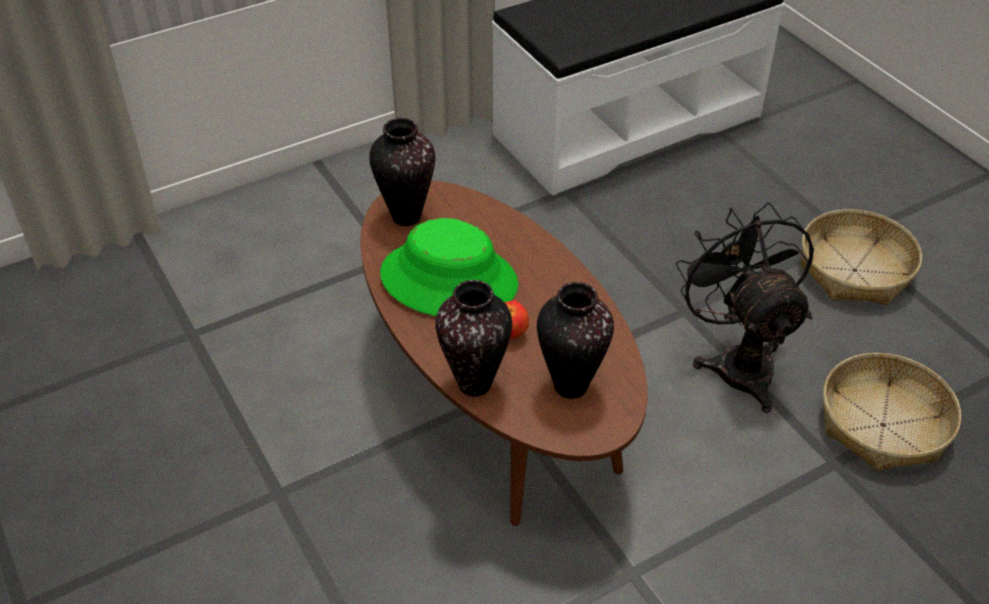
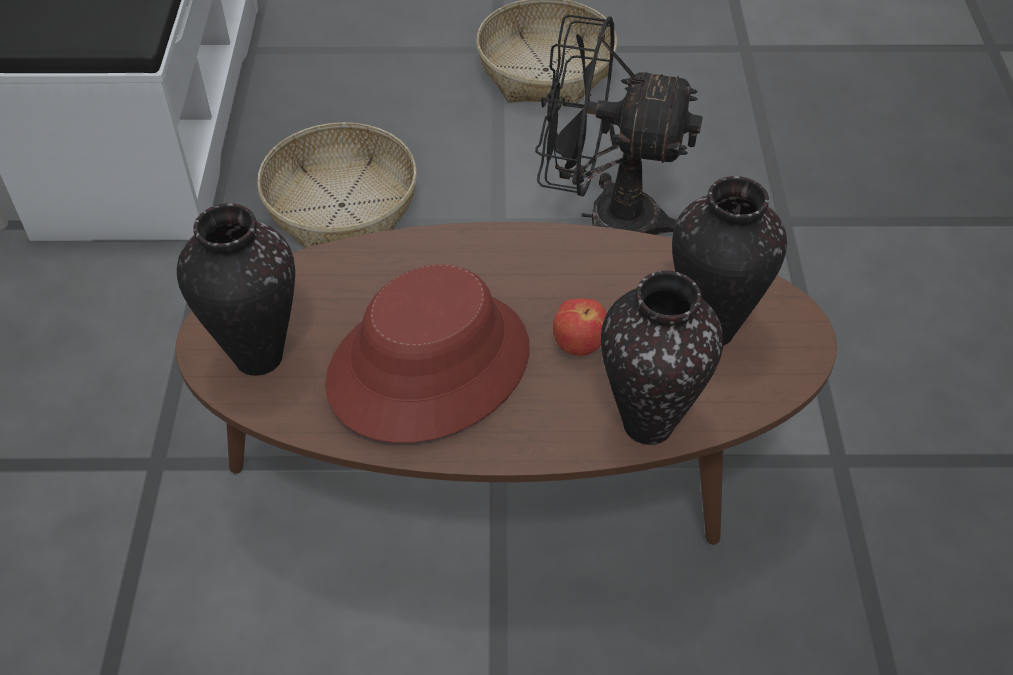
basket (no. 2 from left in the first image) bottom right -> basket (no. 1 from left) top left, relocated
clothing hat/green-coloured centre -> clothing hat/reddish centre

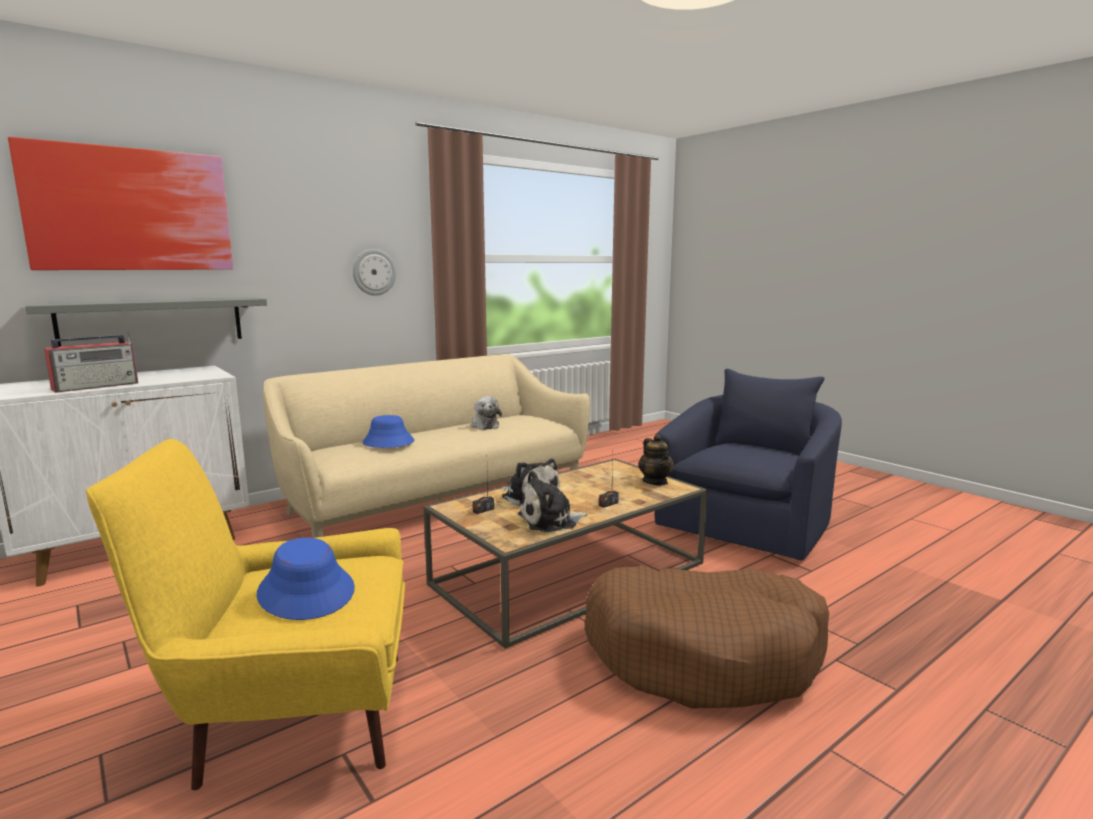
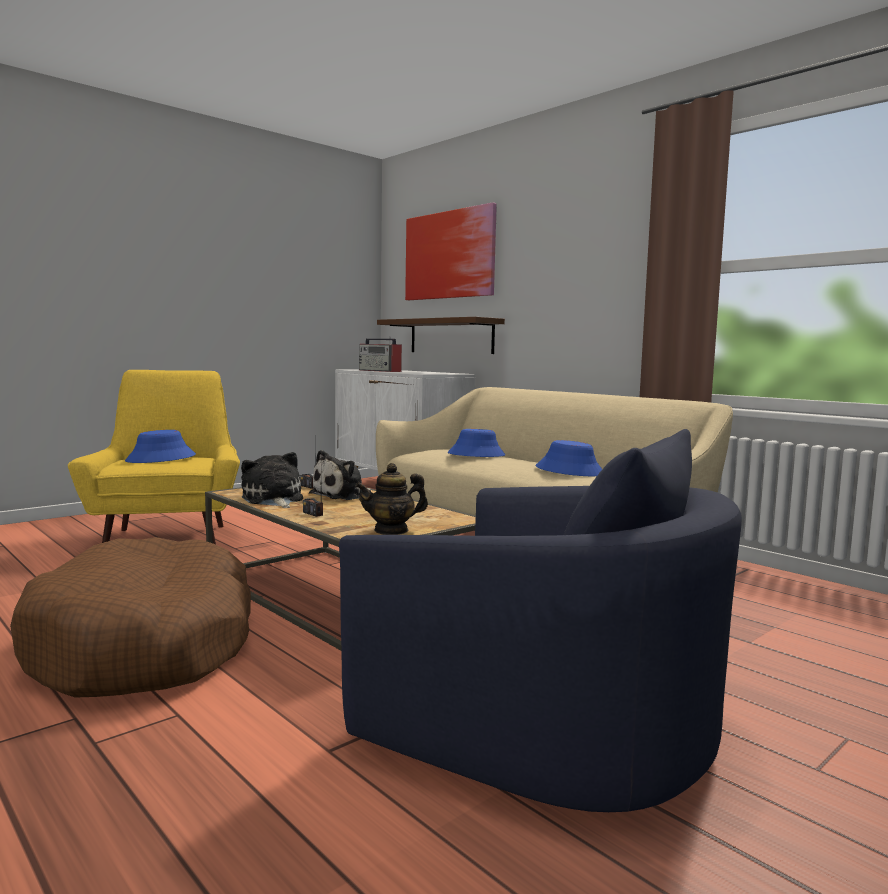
wall shelf/greyish middle left -> wall shelf/brownish centre
soft toy (no. 1 from left) centre -> clothing hat/blue (no. 3 from left) centre
wall clock top centre -> none

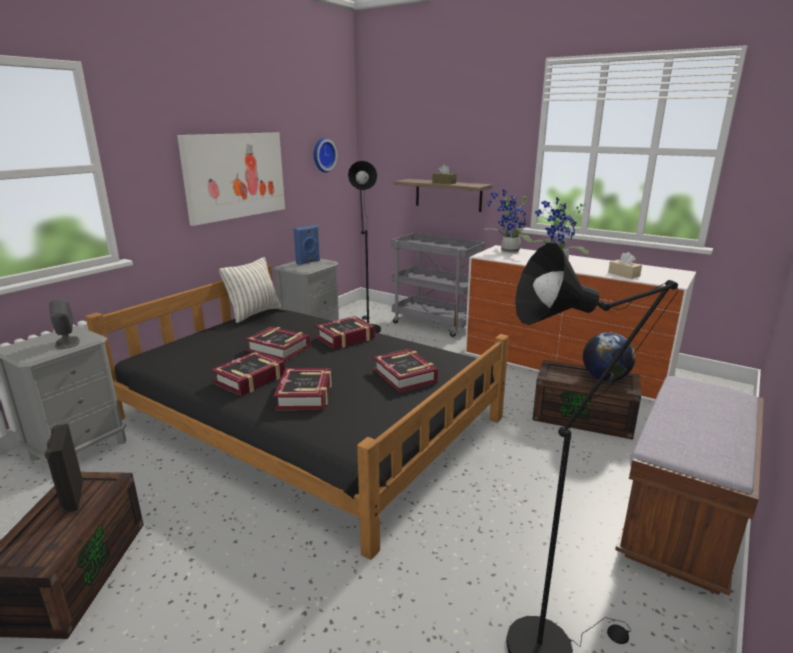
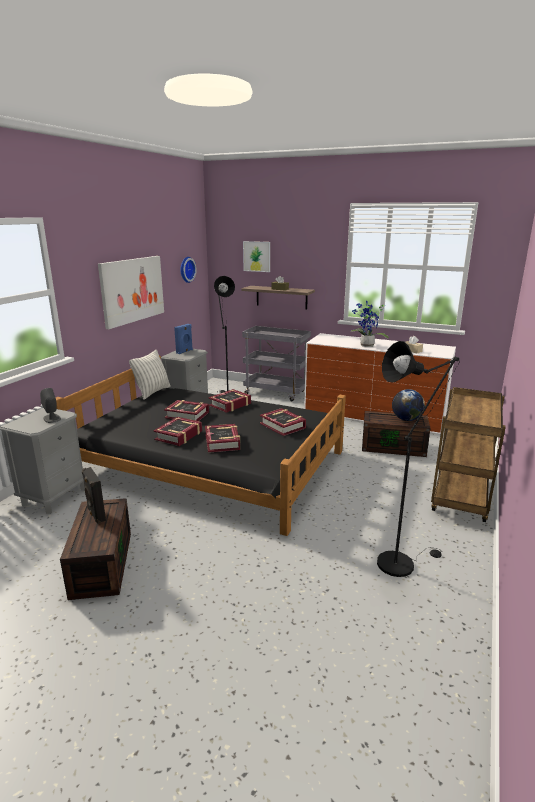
none -> wall picture (no. 2 from left) top centre
indoor bench/brownish bottom right -> trolley/brownish middle right
potted plant (no. 1 from left) centre -> none

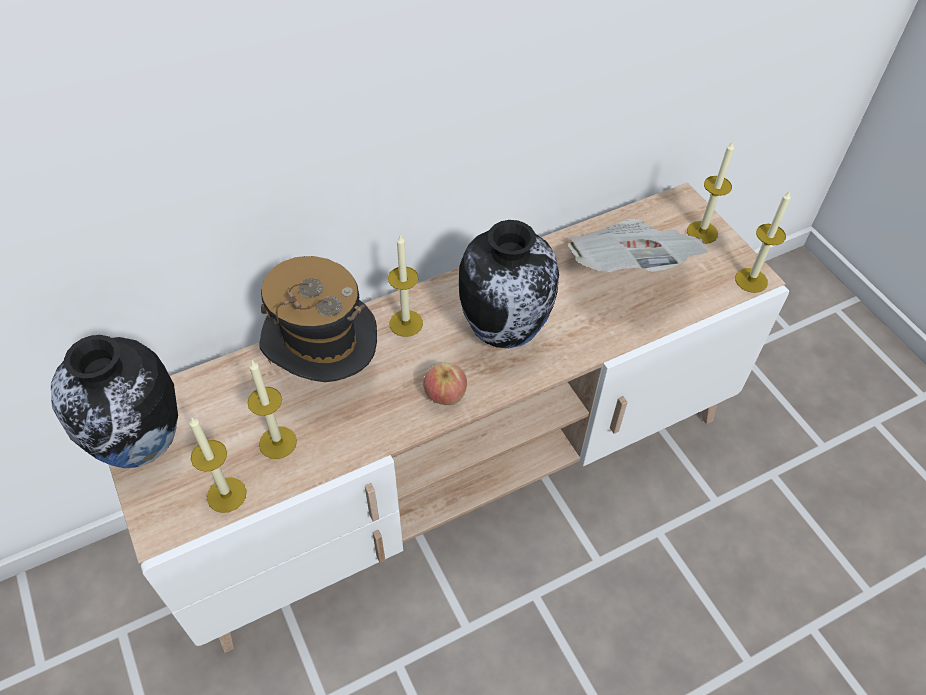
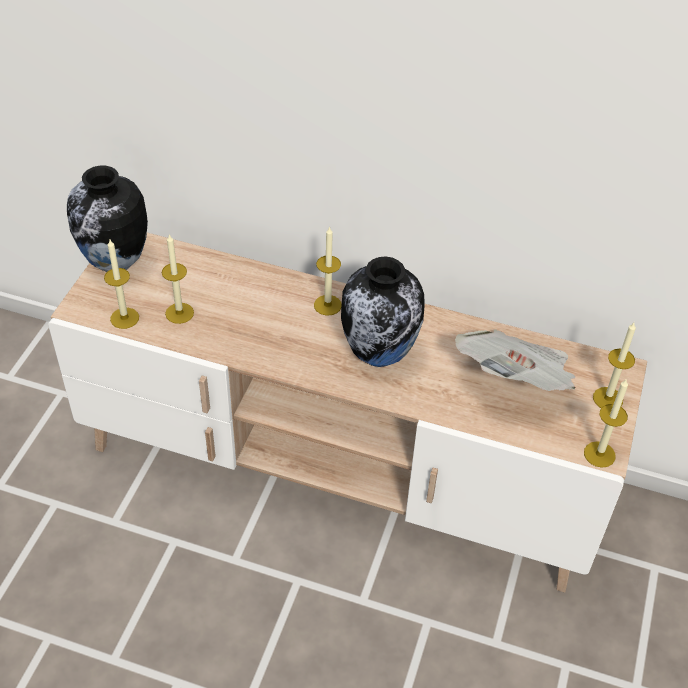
clothing hat centre -> none
whole apple centre -> none

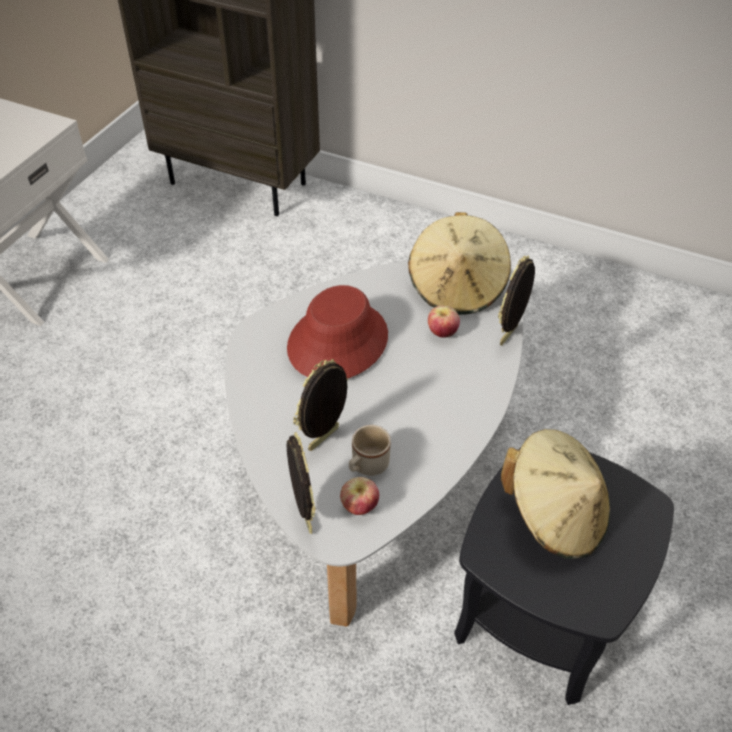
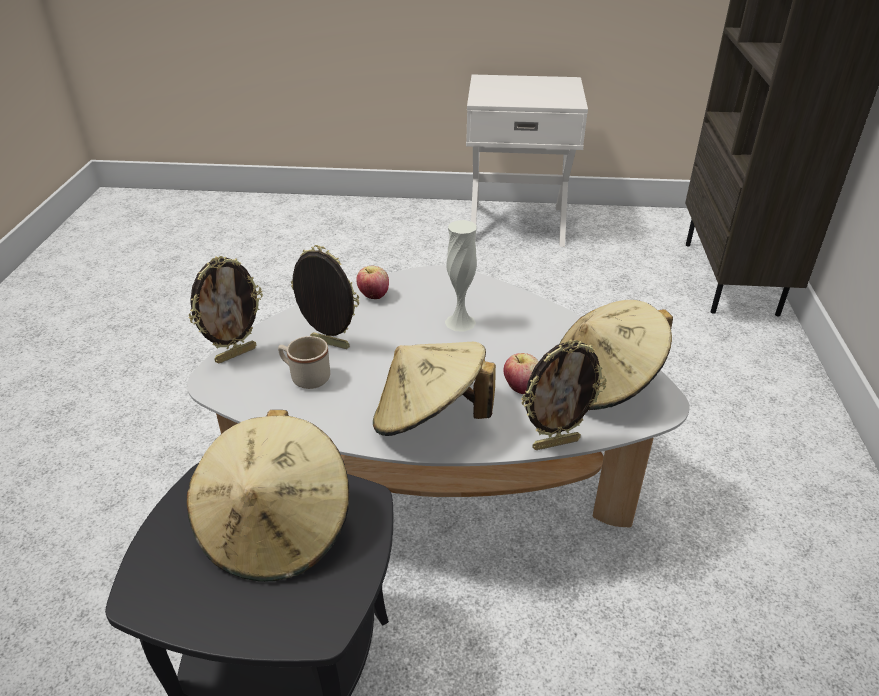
whole apple (no. 1 from left) bottom centre -> whole apple (no. 1 from left) centre, relocated
none -> clothing hat/beige-coloured (no. 2 from left) centre
clothing hat/reddish centre -> vase/whitish centre
standing frame (no. 3 from left) middle right -> standing frame (no. 3 from left) centre, 150 degrees clockwise

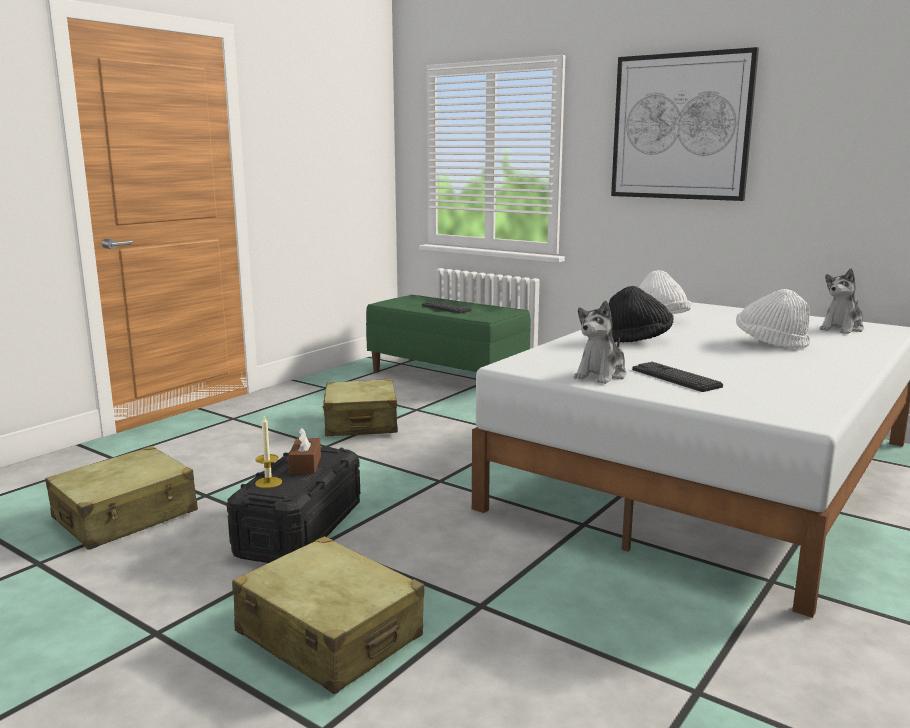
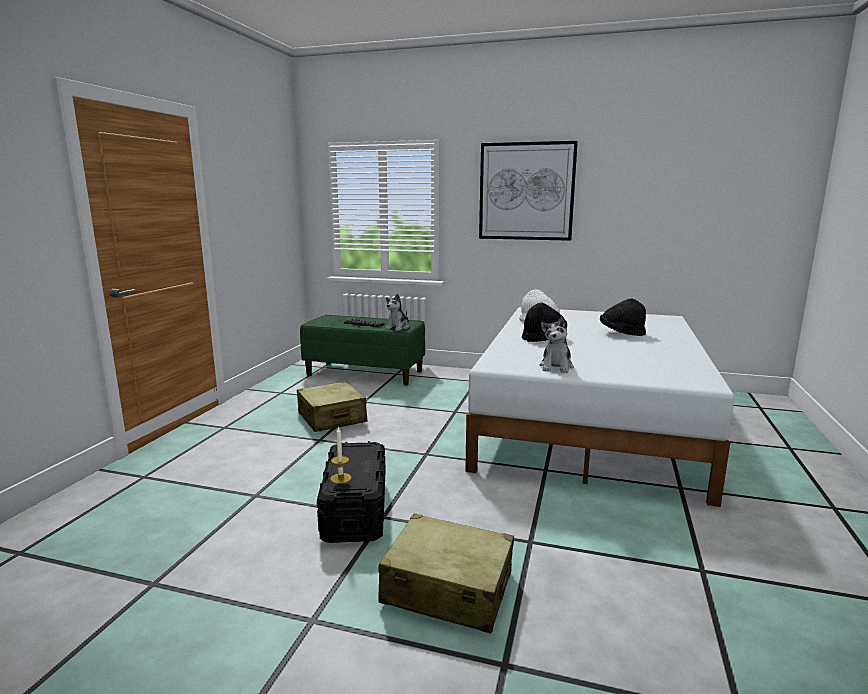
soft toy (no. 2 from left in the first image) middle right -> soft toy (no. 1 from left) centre, relocated
clothing hat/whitish (no. 2 from left) middle right -> clothing hat/blackish (no. 2 from left) middle right
travel case/beige-coloured (no. 1 from left) bottom left -> none
tissue box/brownish centre -> none
computer keyboard (no. 2 from left) middle right -> none

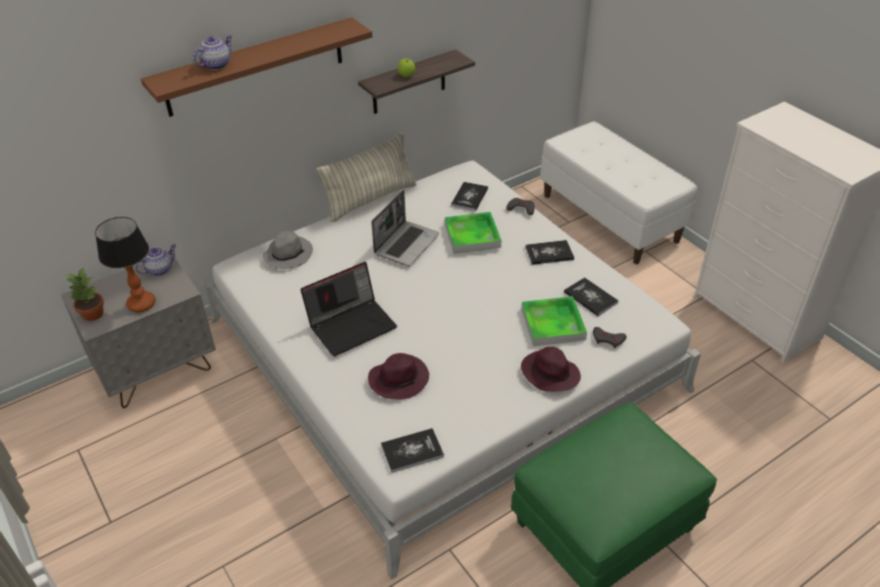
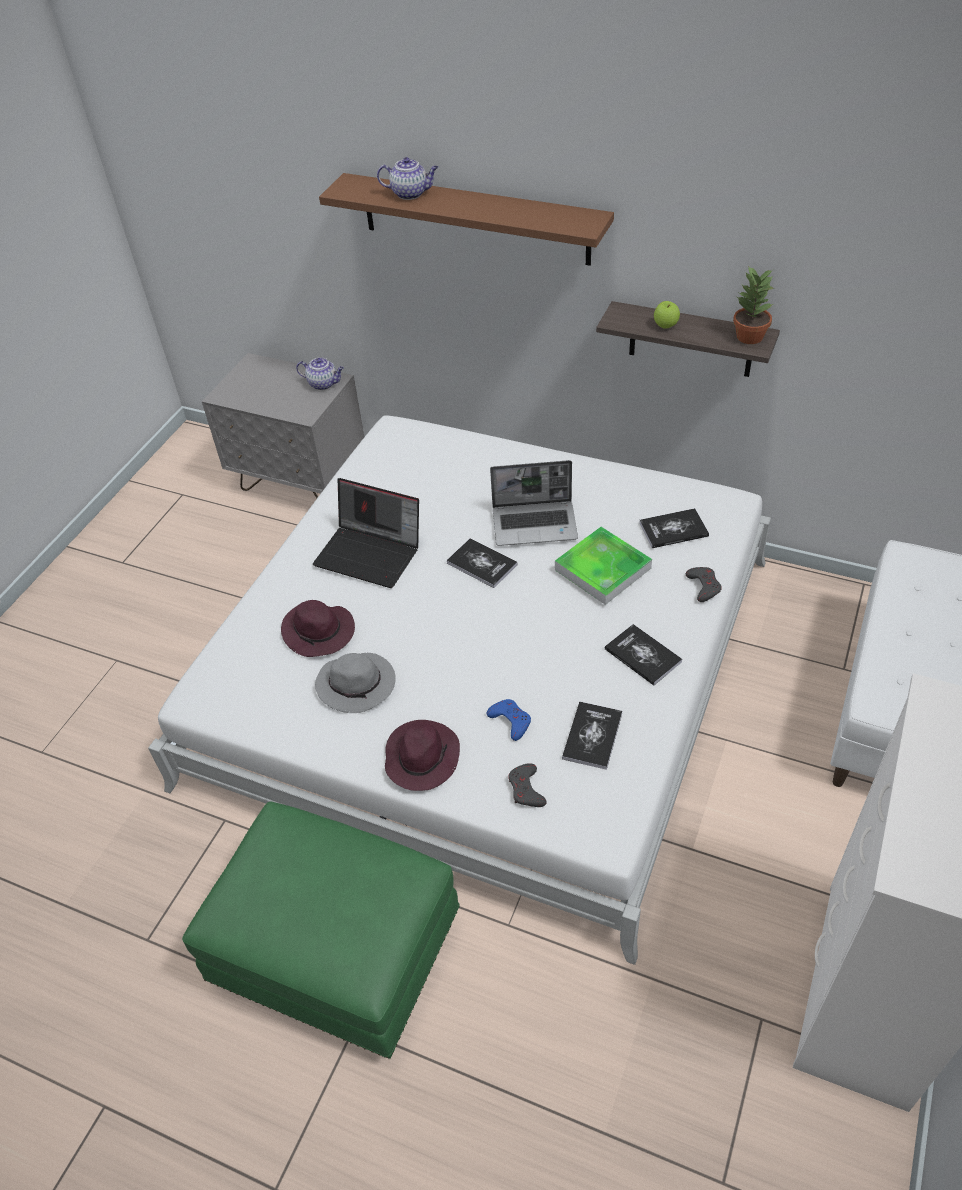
clothing hat/greyish middle left -> clothing hat/greyish centre, relocated
bound book (no. 1 from left) bottom centre -> bound book (no. 1 from left) centre, relocated
tray (no. 2 from left) centre -> joypad/blue centre
potted plant middle left -> potted plant top right, relocated
tabletop lamp middle left -> none
pillow top centre -> none

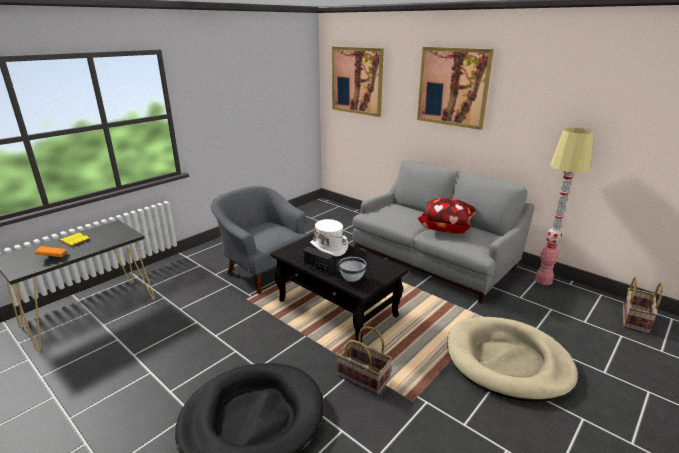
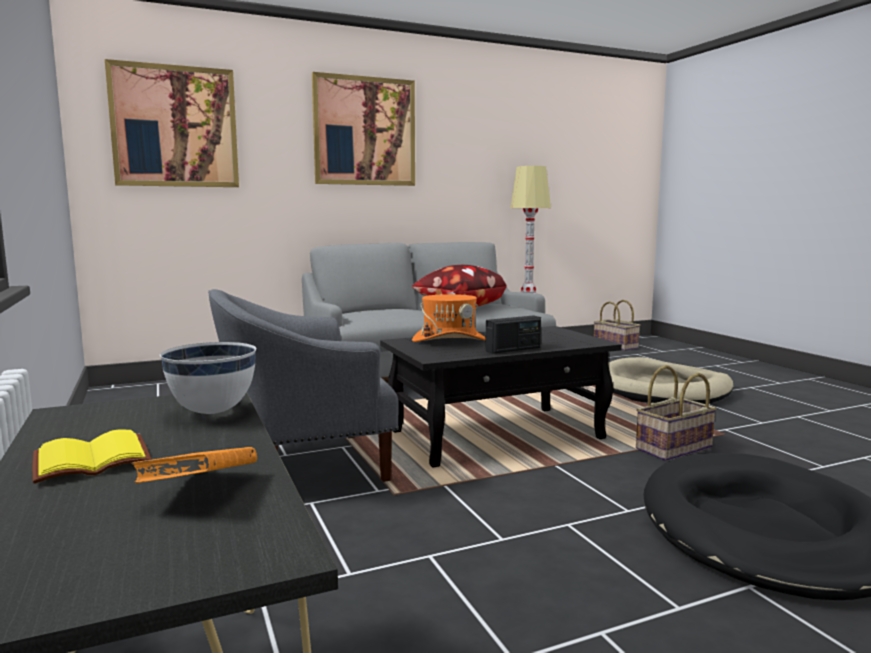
deep dish/whitish centre -> deep dish/whitish middle left, relocated
clothing hat/whitish centre -> clothing hat/orange-coloured centre

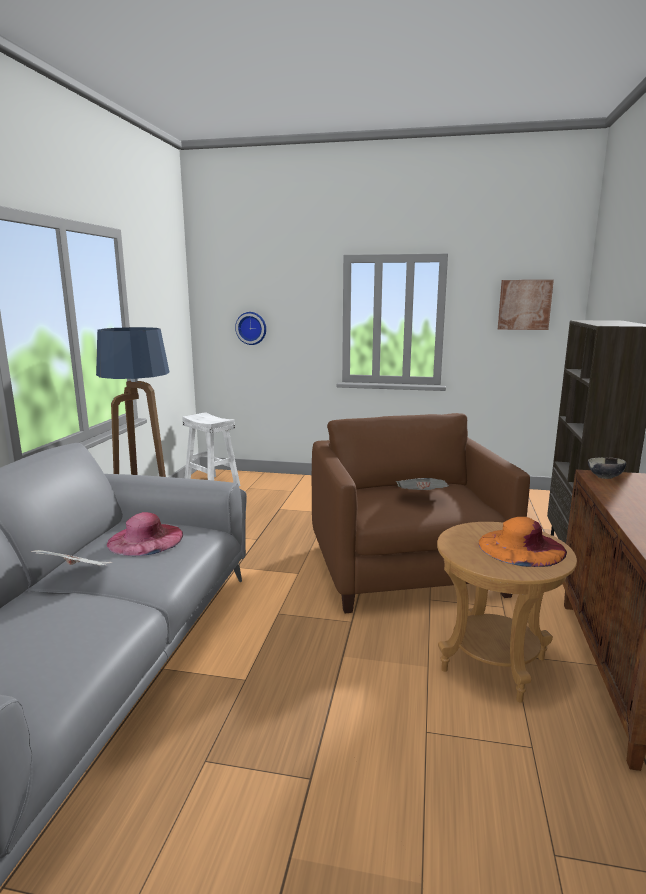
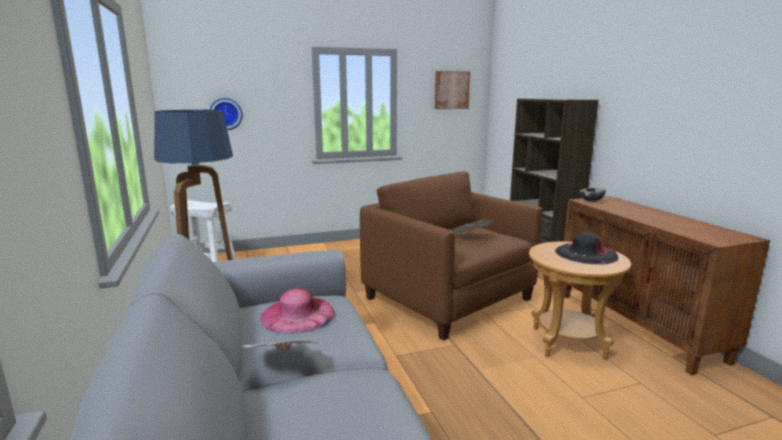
clothing hat/orange-coloured middle right -> clothing hat/blackish middle right

